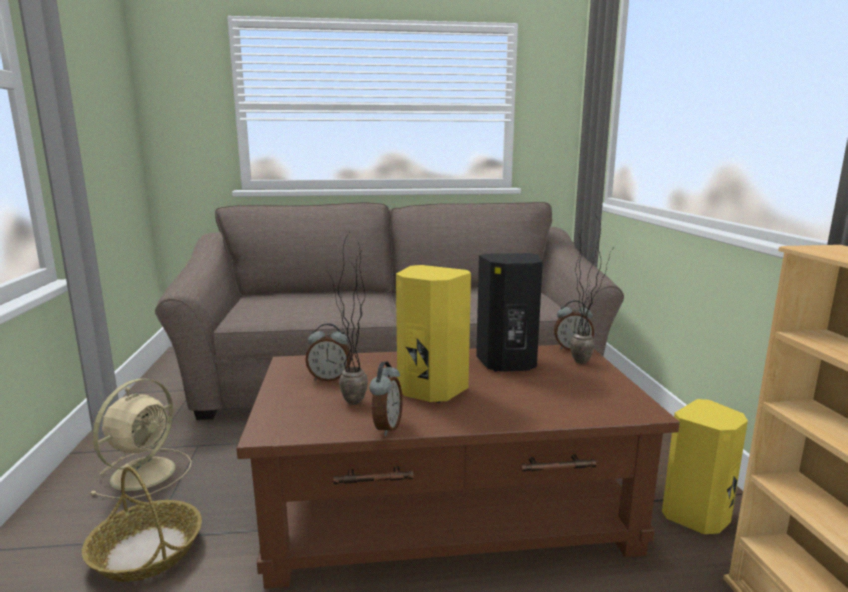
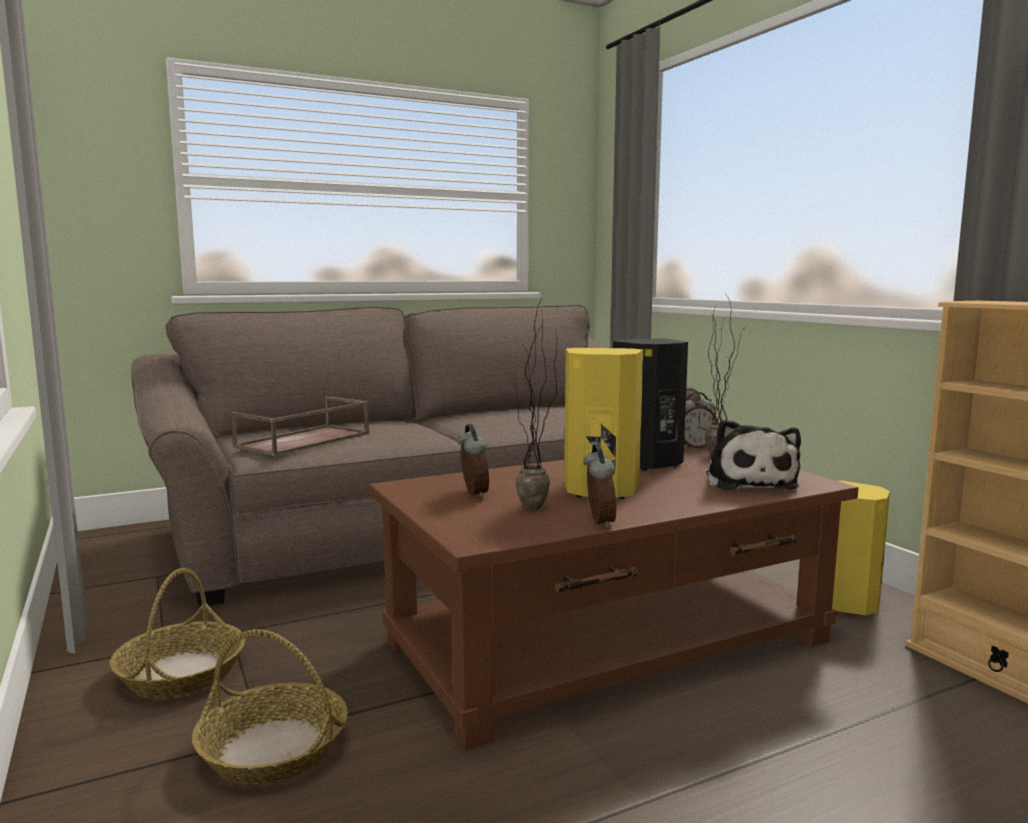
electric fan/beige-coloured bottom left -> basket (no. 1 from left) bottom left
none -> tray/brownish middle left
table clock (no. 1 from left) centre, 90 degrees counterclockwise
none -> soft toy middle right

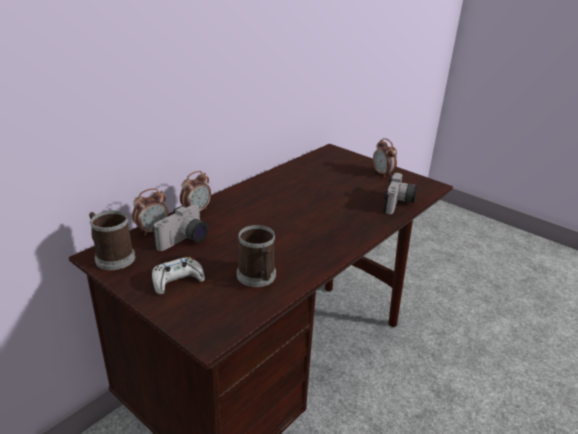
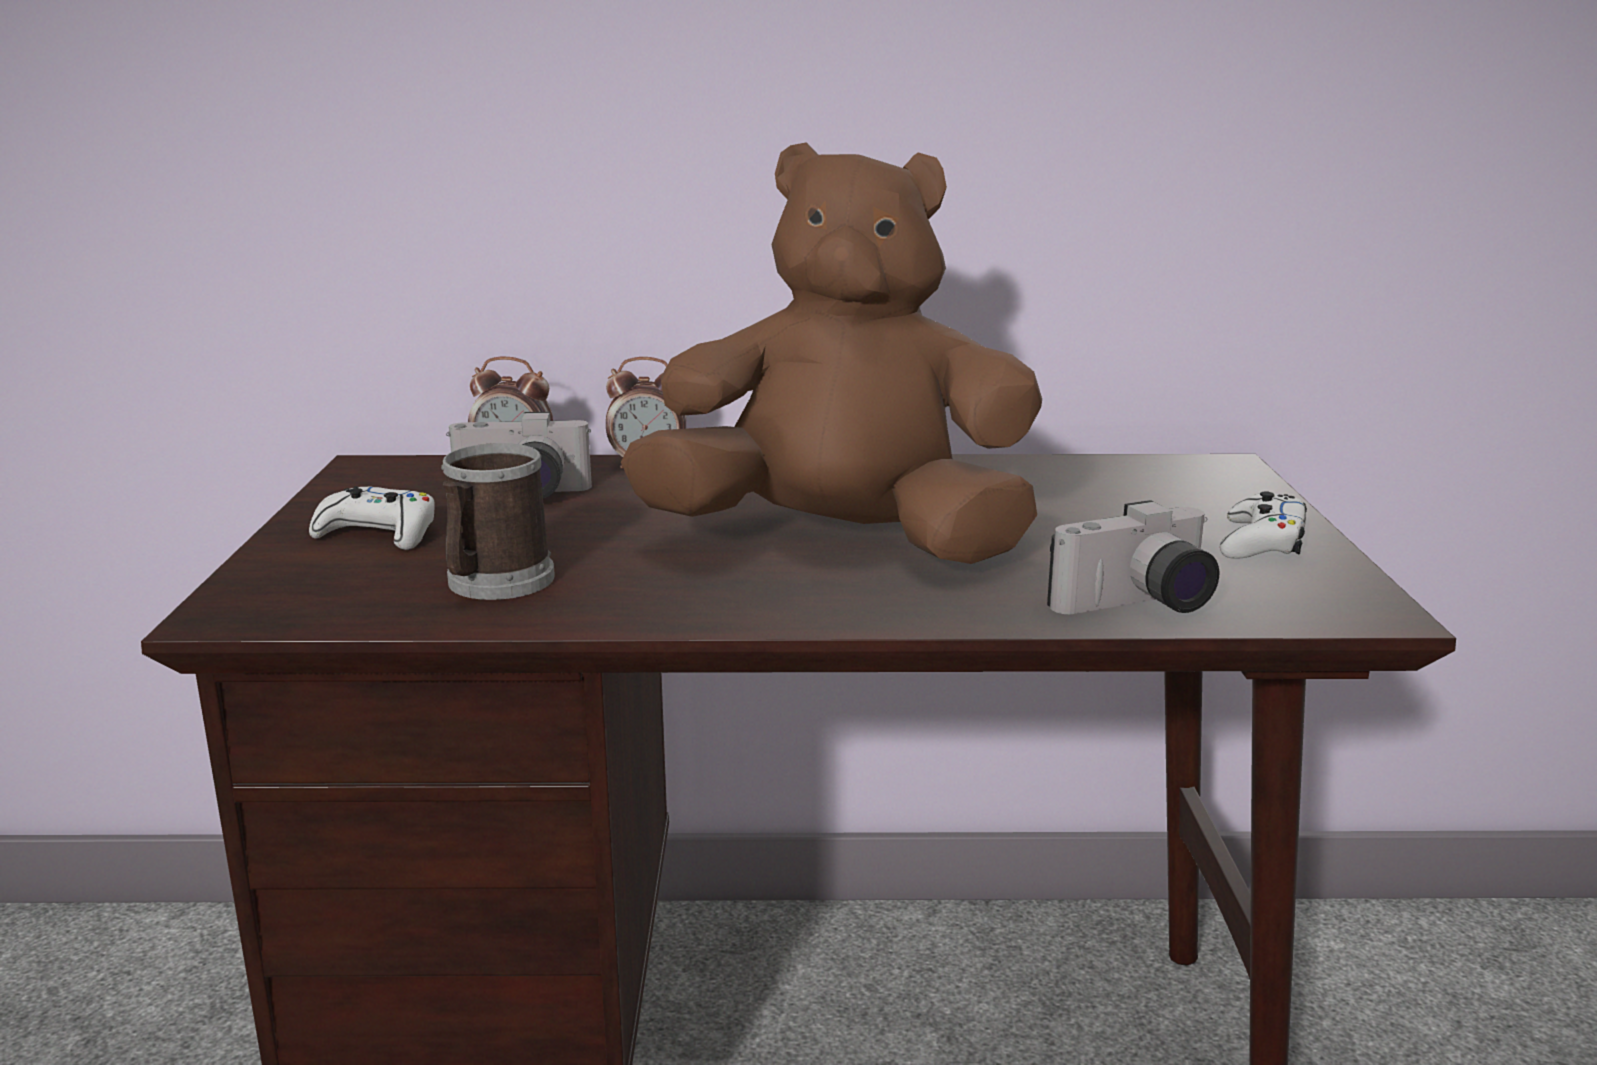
none -> soft toy/brownish top centre
table clock (no. 3 from left) centre -> joypad/whitish (no. 2 from left) middle right
mug (no. 1 from left) middle left -> none

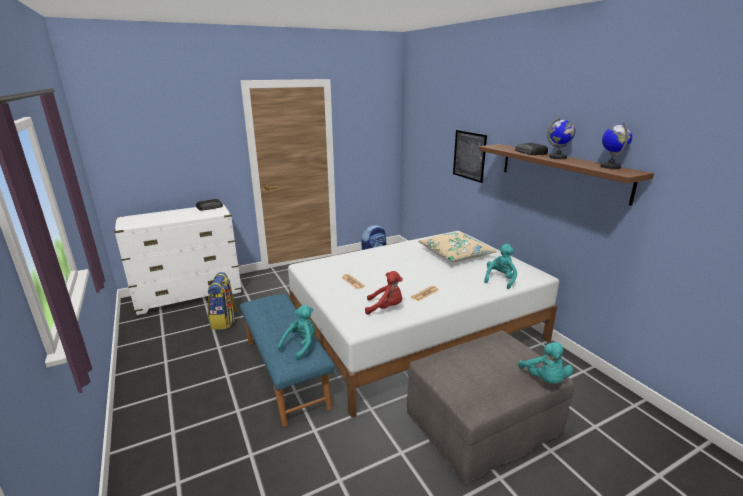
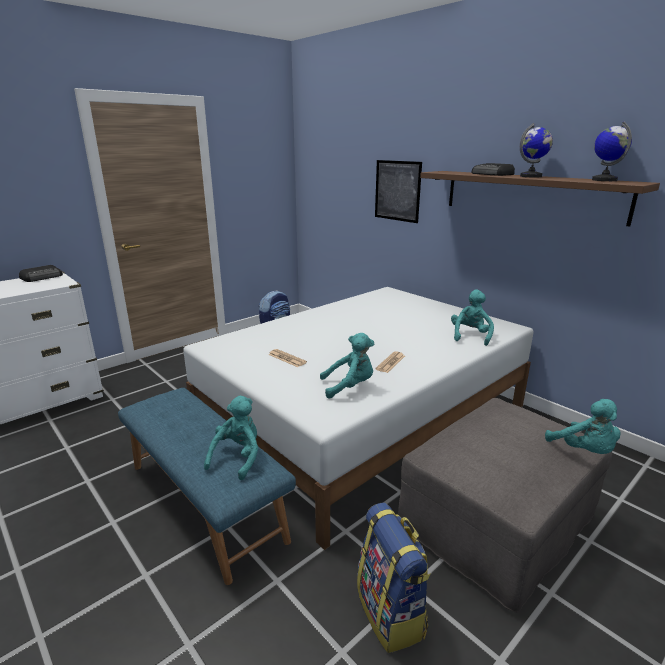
soft toy/reddish centre -> soft toy/blue-green (no. 2 from left) centre
backpack (no. 1 from left in the first image) middle left -> backpack (no. 2 from left) bottom centre, relocated
pillow/beige-coloured centre -> none

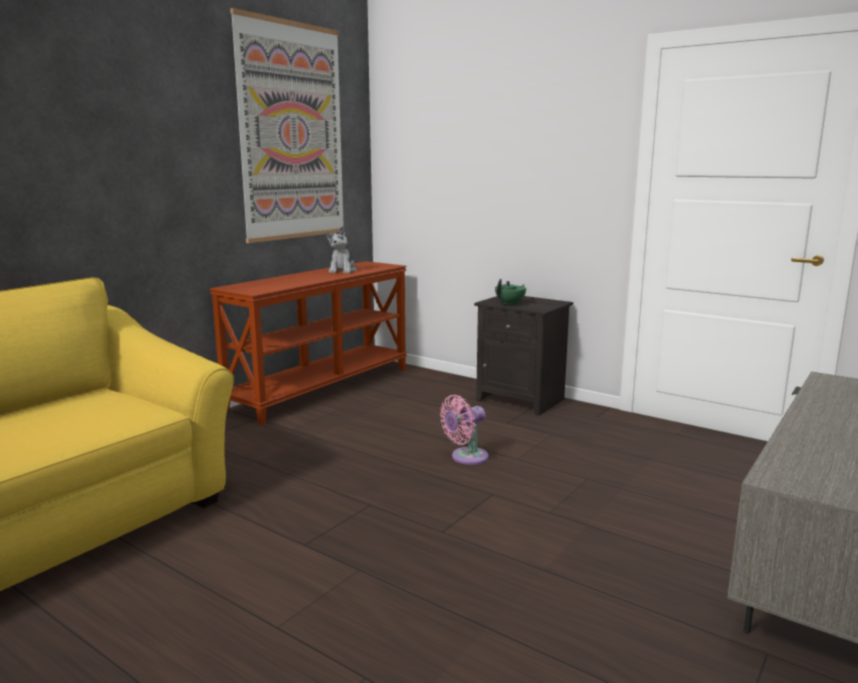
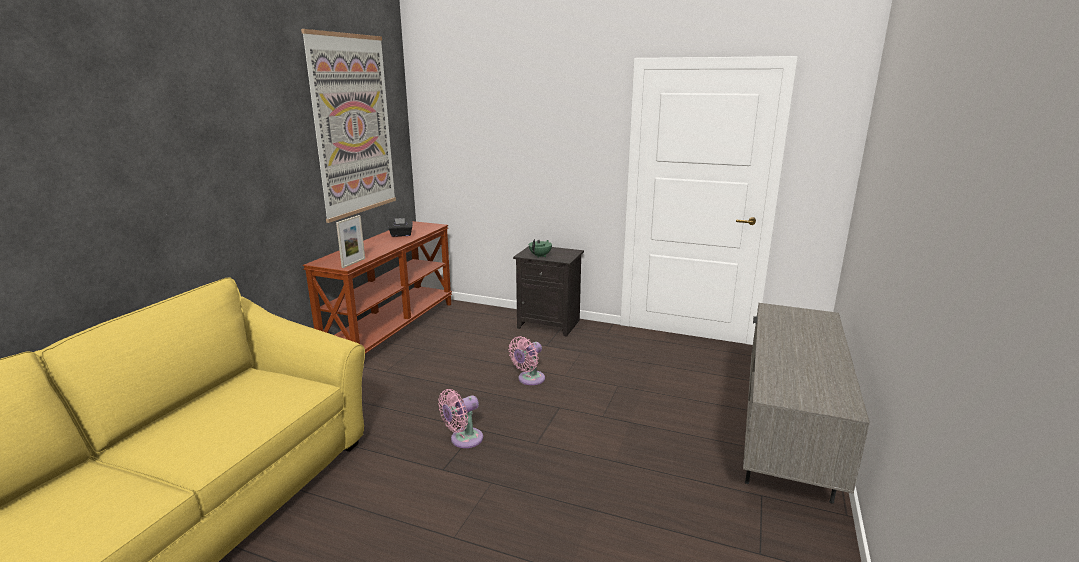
none -> standing frame middle left
soft toy centre -> tissue box/blackish centre
none -> electric fan/pink (no. 1 from left) bottom centre

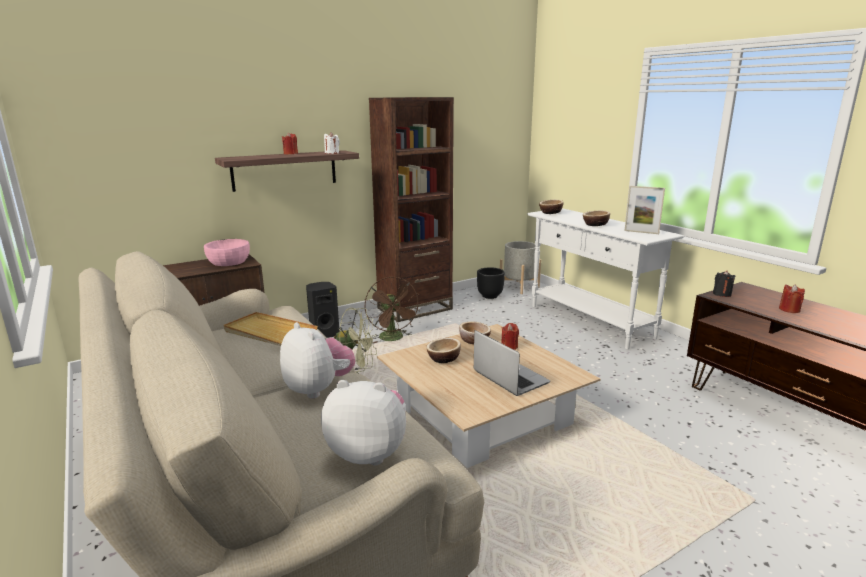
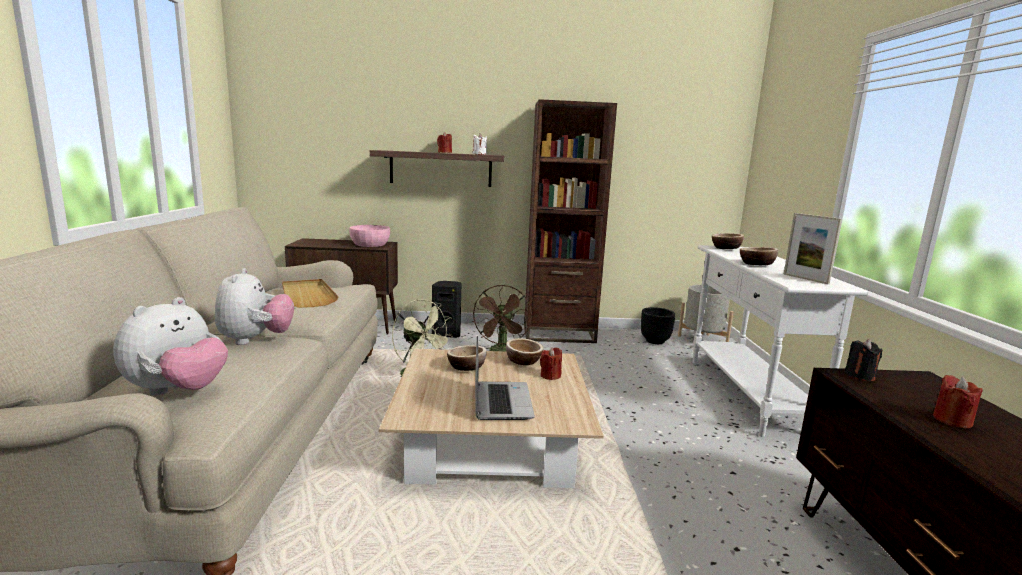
soft toy (no. 2 from left in the first image) bottom centre -> soft toy (no. 1 from left) middle left, 75 degrees clockwise

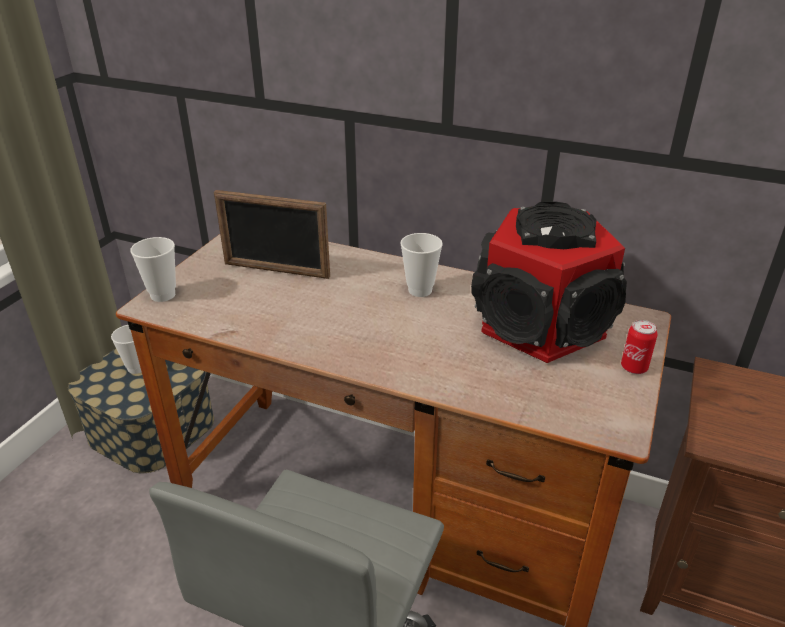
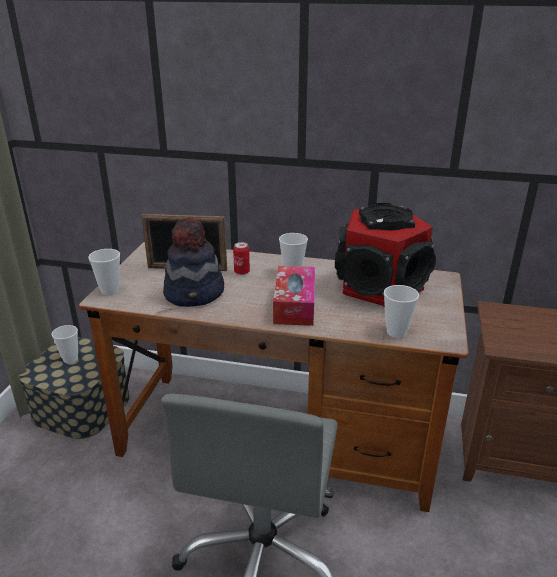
none -> clothing hat centre
can middle right -> can centre, relocated
none -> tissue box centre
none -> cup (no. 4 from left) middle right

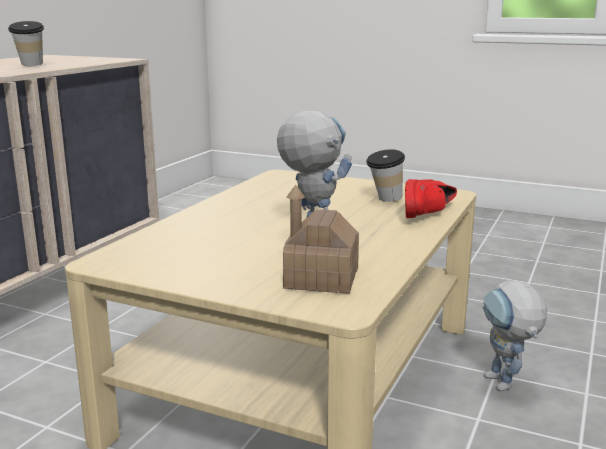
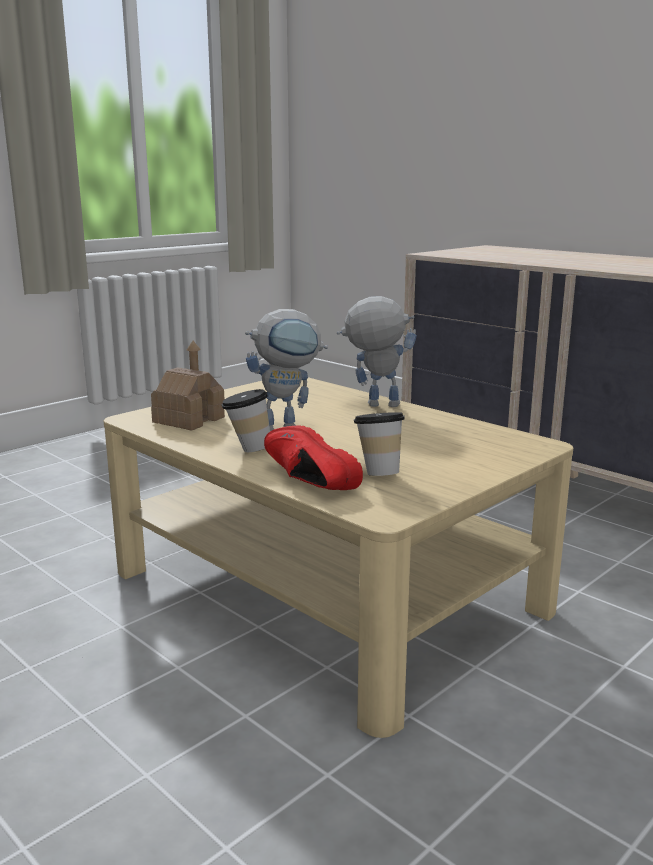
cup (no. 1 from left) top left -> cup (no. 1 from left) centre, relocated
model robot (no. 2 from left) bottom right -> model robot (no. 2 from left) centre, relocated

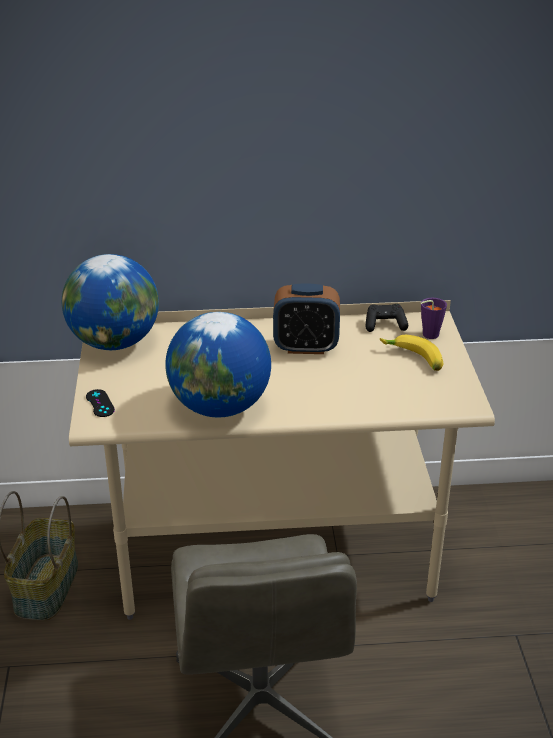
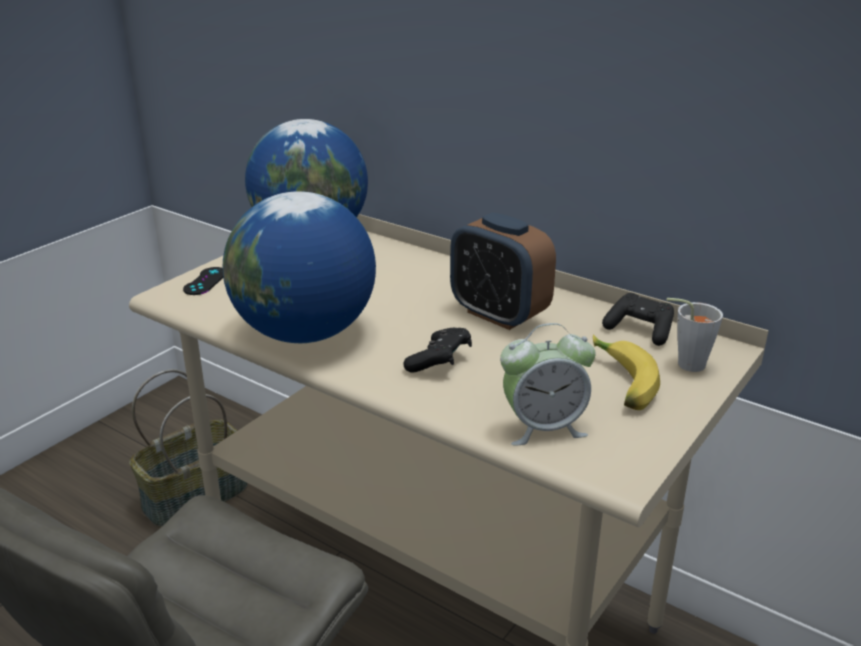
none -> joypad/blackish (no. 2 from left) centre
none -> table clock (no. 2 from left) centre
cup/purple-coloured middle right -> cup/greyish middle right

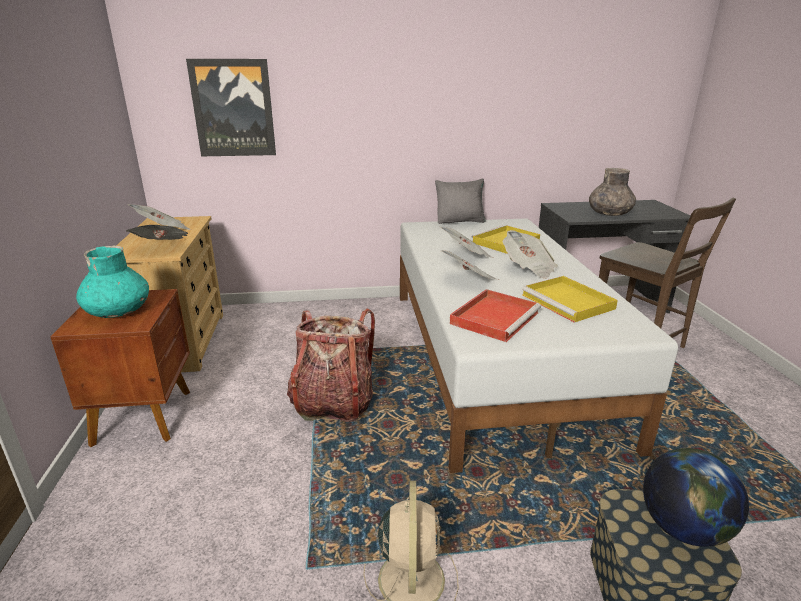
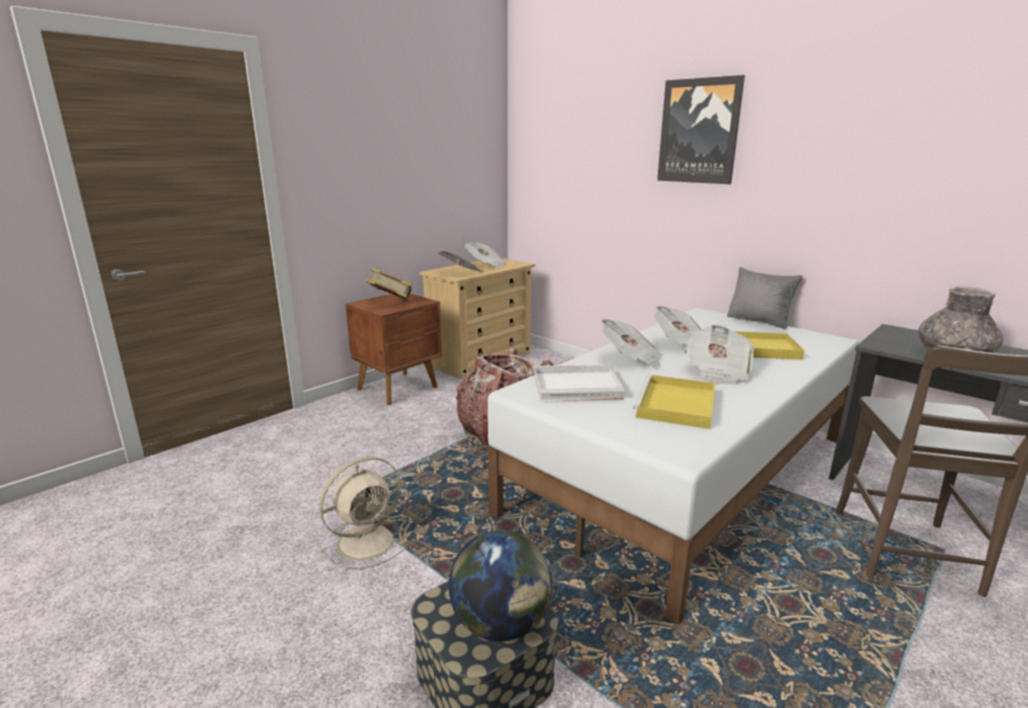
vase/blue-green middle left -> bound book centre
tray/reddish centre -> tray/whitish centre
wall picture top left -> wall picture top right, relocated

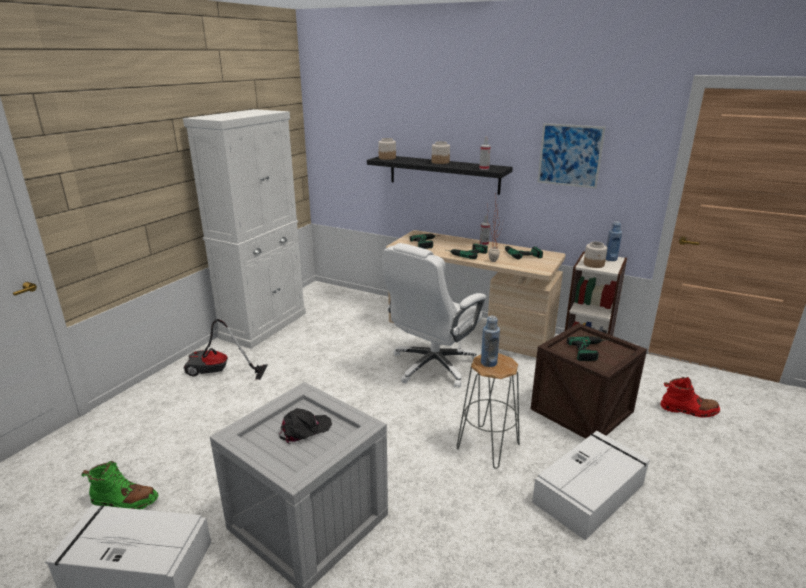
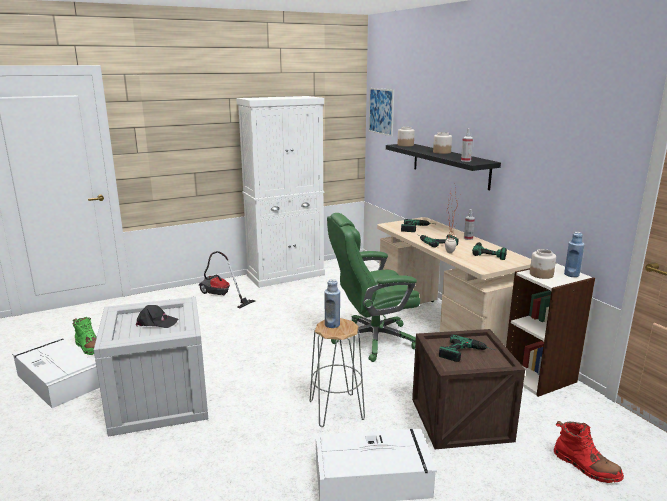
desk chair/whitish centre -> desk chair/green-coloured centre
wall picture top right -> wall picture top centre, relocated

